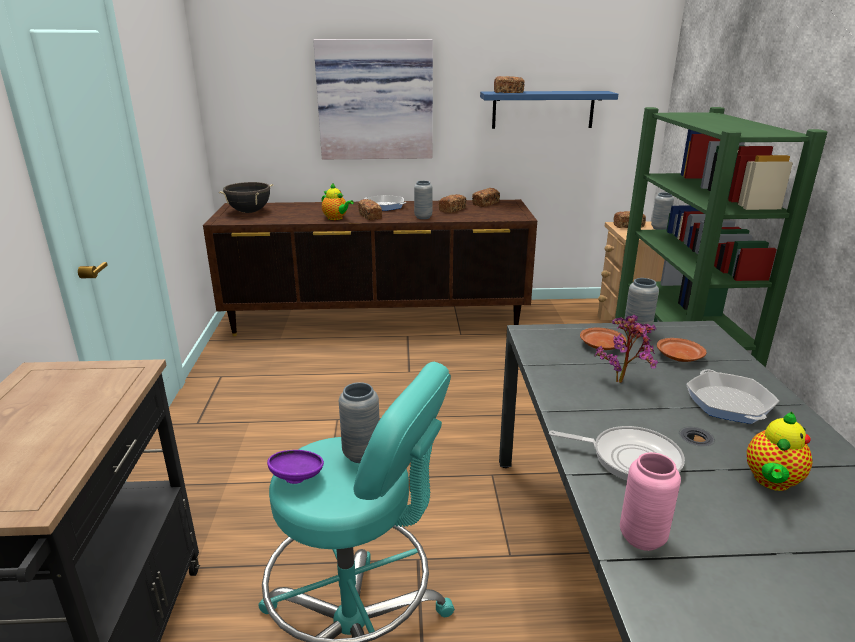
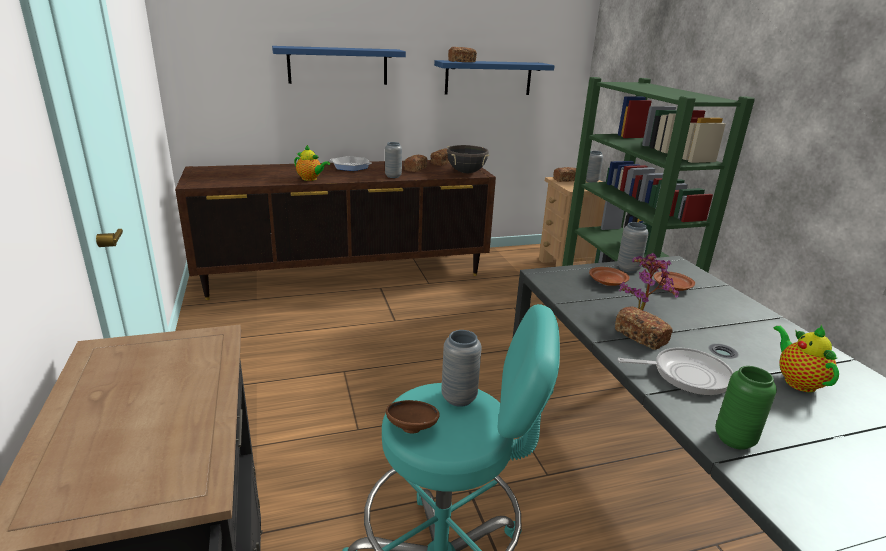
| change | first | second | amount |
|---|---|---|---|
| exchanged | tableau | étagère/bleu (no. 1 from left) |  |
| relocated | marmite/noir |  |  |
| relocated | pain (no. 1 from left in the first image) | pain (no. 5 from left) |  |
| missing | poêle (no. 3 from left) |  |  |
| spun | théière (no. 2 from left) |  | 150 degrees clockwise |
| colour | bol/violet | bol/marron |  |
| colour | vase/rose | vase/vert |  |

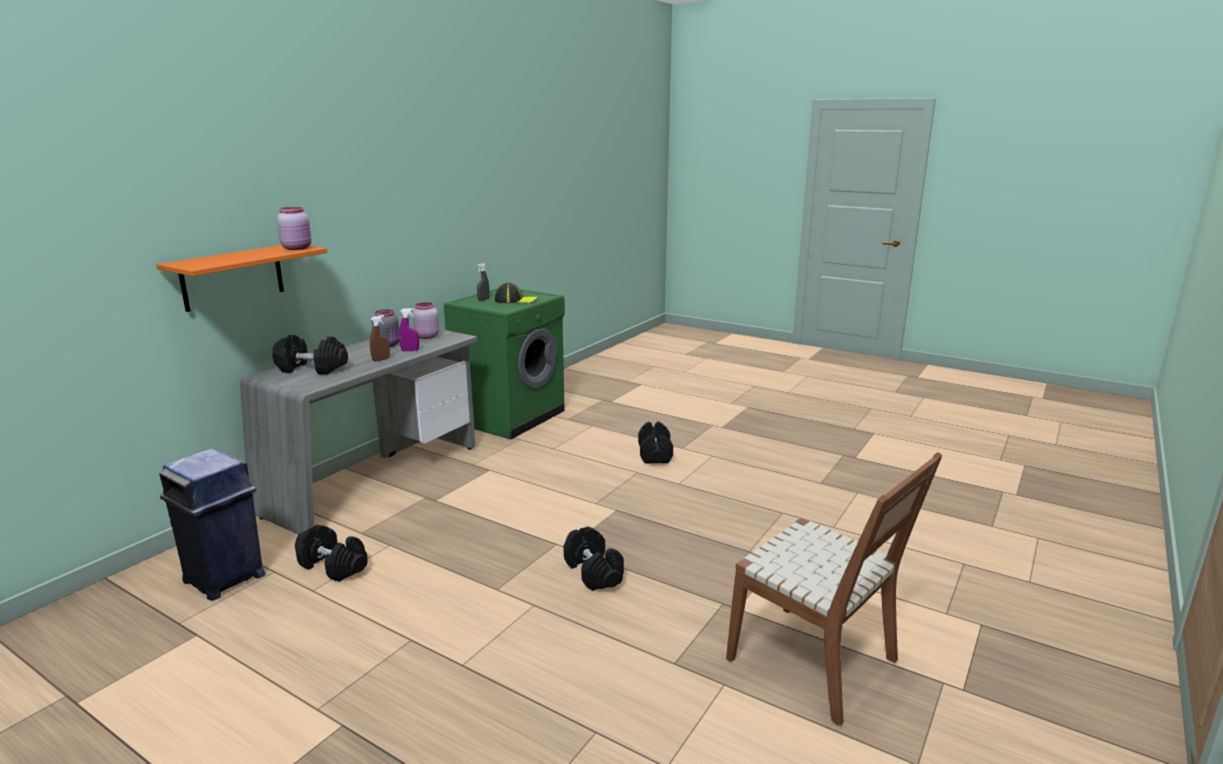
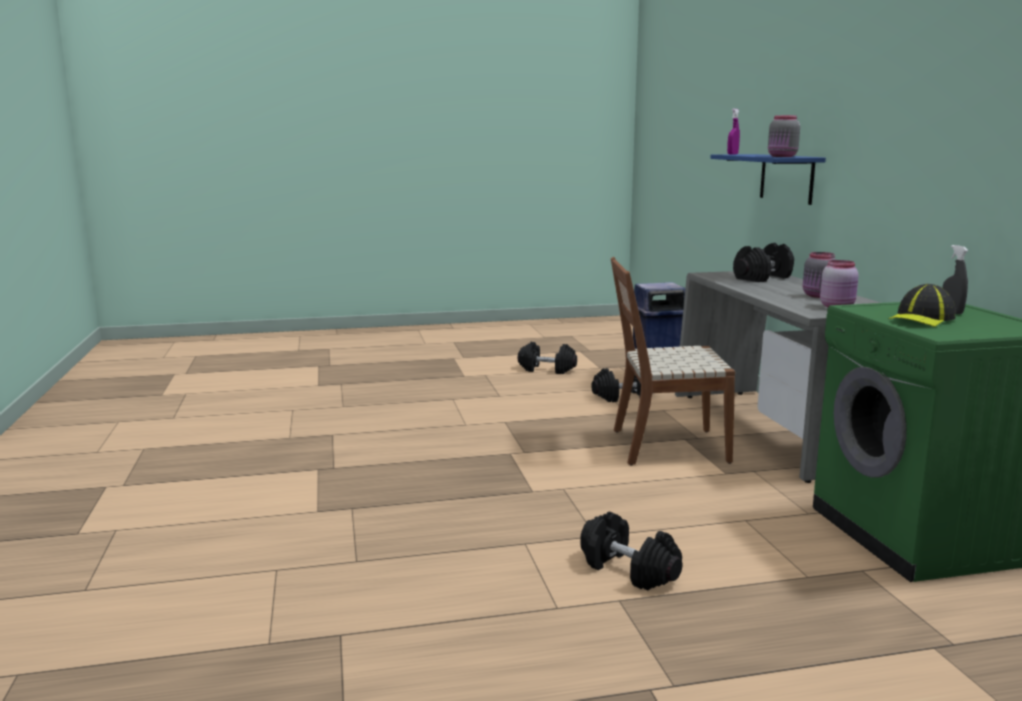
| change | first | second | amount |
|---|---|---|---|
| colour | bocal/rose (no. 1 from left) | bocal/gris (no. 1 from left) |  |
| colour | étagère/orange | étagère/bleu |  |
| relocated | vaporisateur/violet |  |  |
| missing | vaporisateur/marron |  |  |
| relocated | chaise |  |  |
| relocated | haltère/noir (no. 3 from left in the first image) | haltère/noir (no. 1 from left) |  |

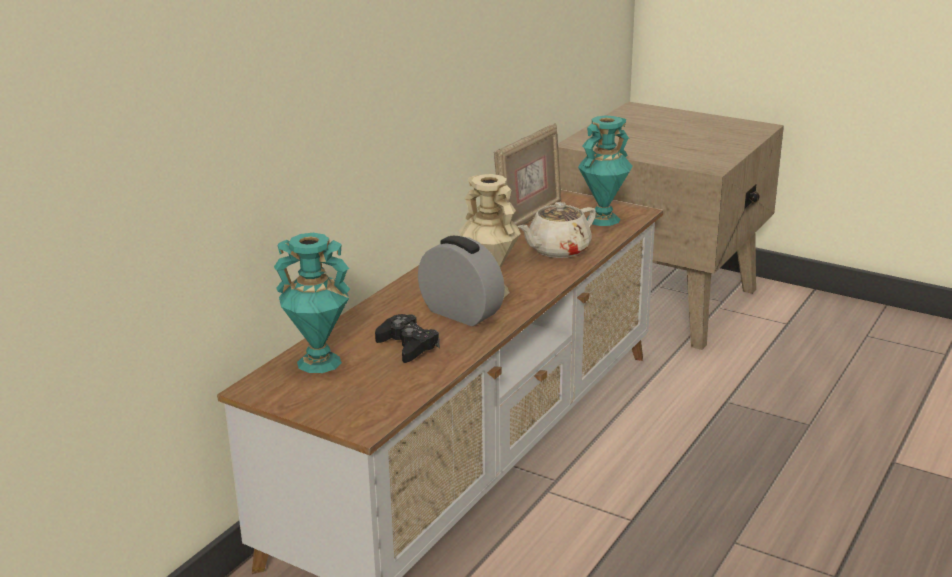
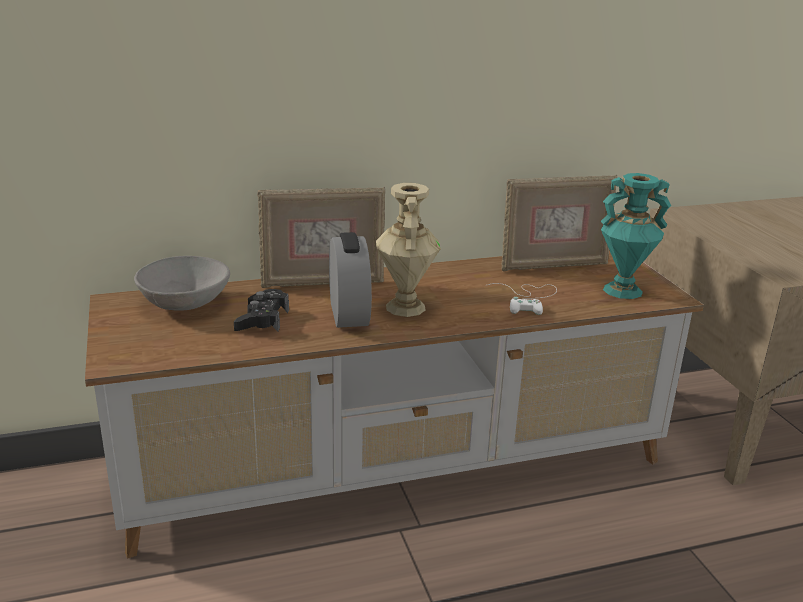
| change | first | second | amount |
|---|---|---|---|
| exchanged | théière/beige | manette/blanc |  |
| exchanged | vase/turquoise (no. 1 from left) | bol/gris |  |
| appeared |  | cadre photo (no. 1 from left) |  |

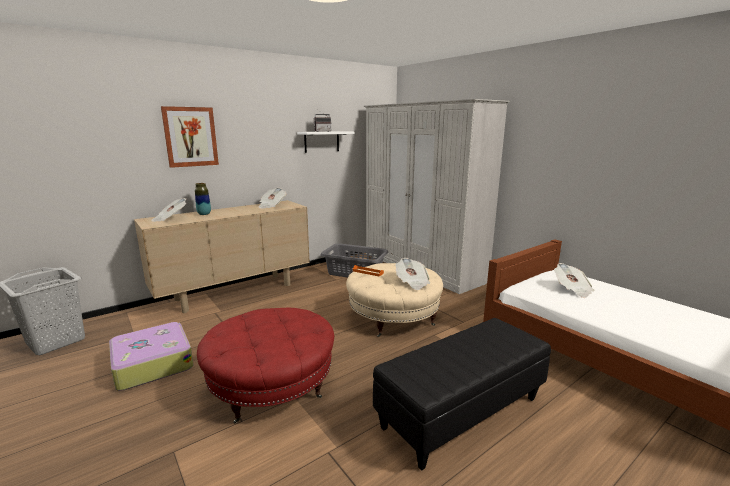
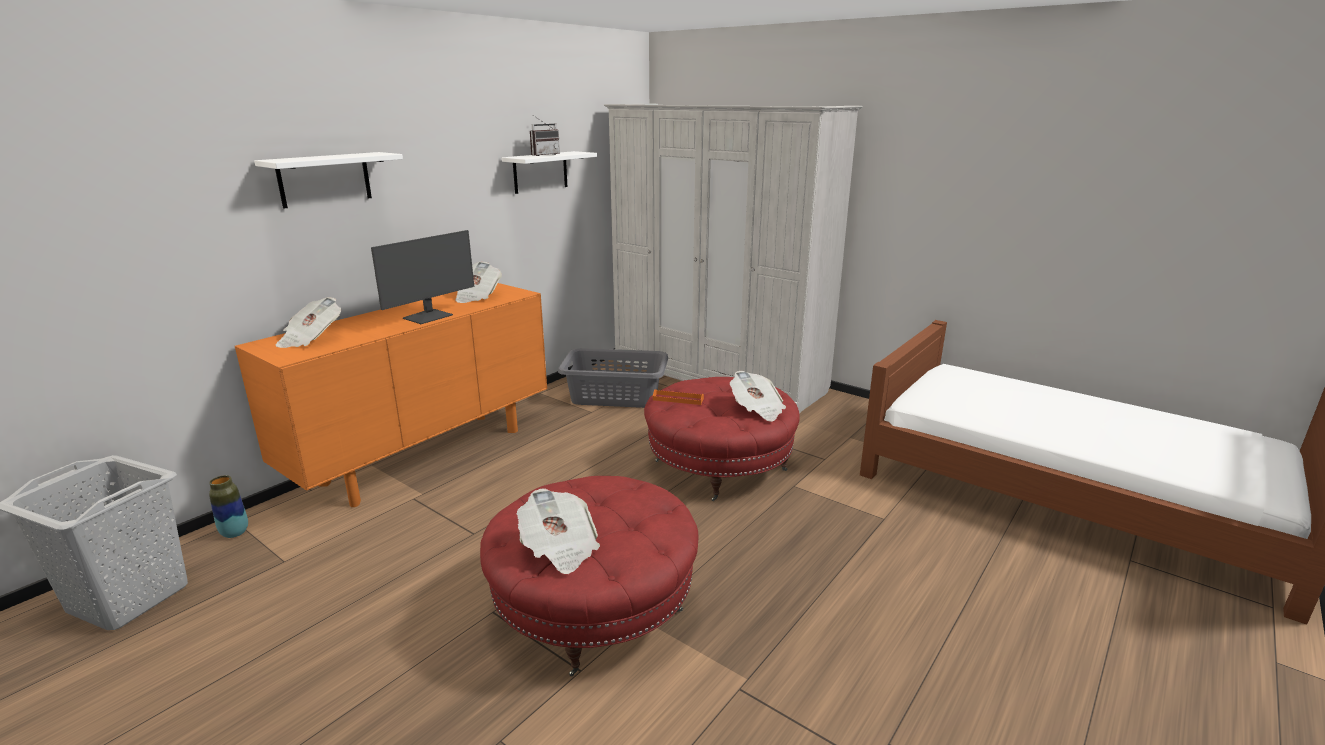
| change | first | second | amount |
|---|---|---|---|
| exchanged | tableau | étagère/blanc (no. 1 from left) |  |
| relocated | vase |  |  |
| colour | commode/beige | commode/orange |  |
| colour | pouf/beige | pouf/rouge (no. 2 from left) |  |
| relocated | journal (no. 4 from left in the first image) | journal (no. 3 from left) |  |
| missing | pouf/noir |  |  |
| missing | valise |  |  |
| appeared |  | écran d'ordinateur |  |

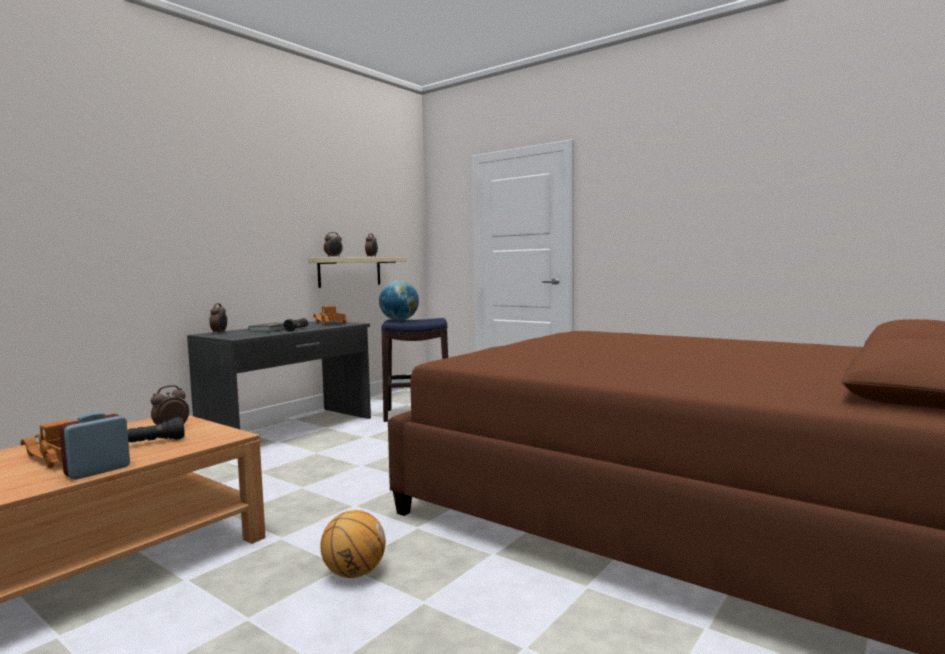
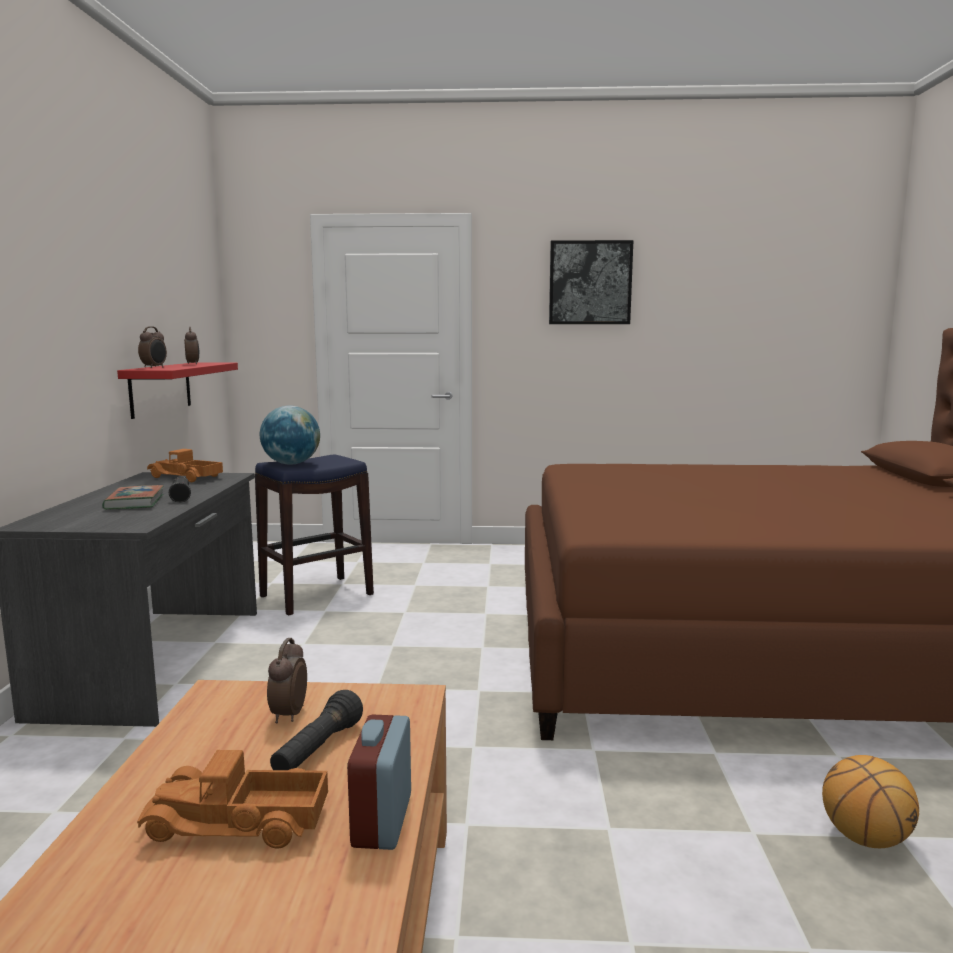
| change | first | second | amount |
|---|---|---|---|
| colour | étagère/beige | étagère/rouge |  |
| missing | réveil (no. 3 from left) |  |  |
| relocated | ballon de basket |  |  |
| appeared |  | tableau |  |

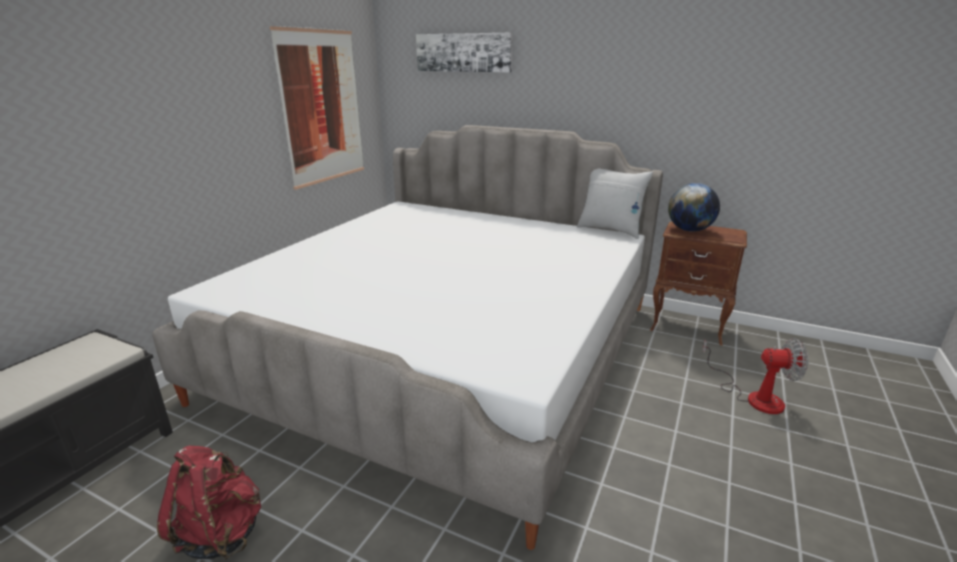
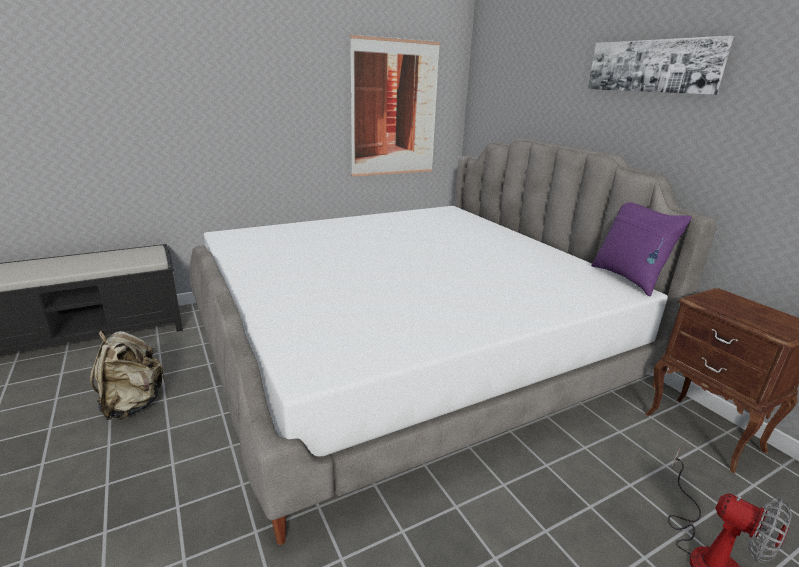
| change | first | second | amount |
|---|---|---|---|
| relocated | tableau (no. 2 from left) |  |  |
| colour | coussin/gris | coussin/violet |  |
| missing | globe |  |  |
| colour | sac à dos/rouge | sac à dos/beige |  |

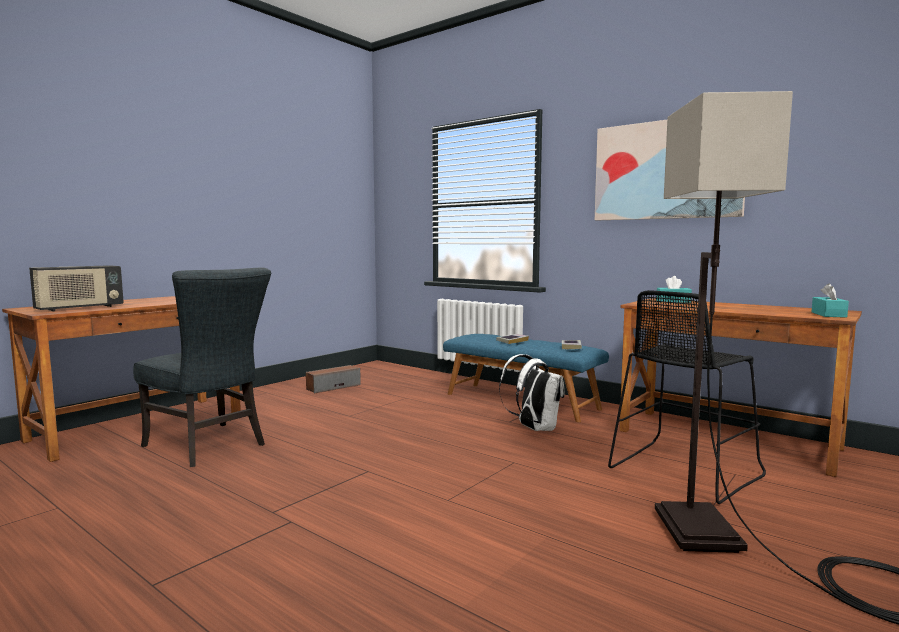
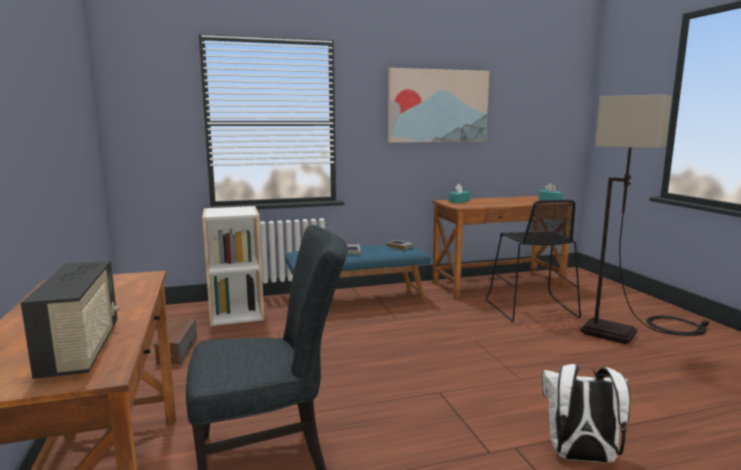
| change | first | second | amount |
|---|---|---|---|
| relocated | sac à dos/blanc |  |  |
| appeared |  | bibliothèque |  |

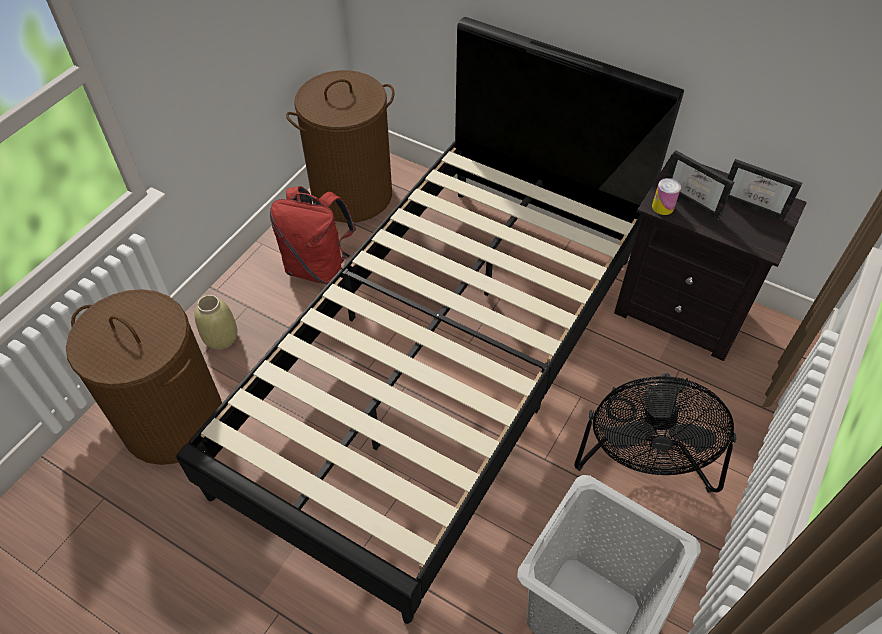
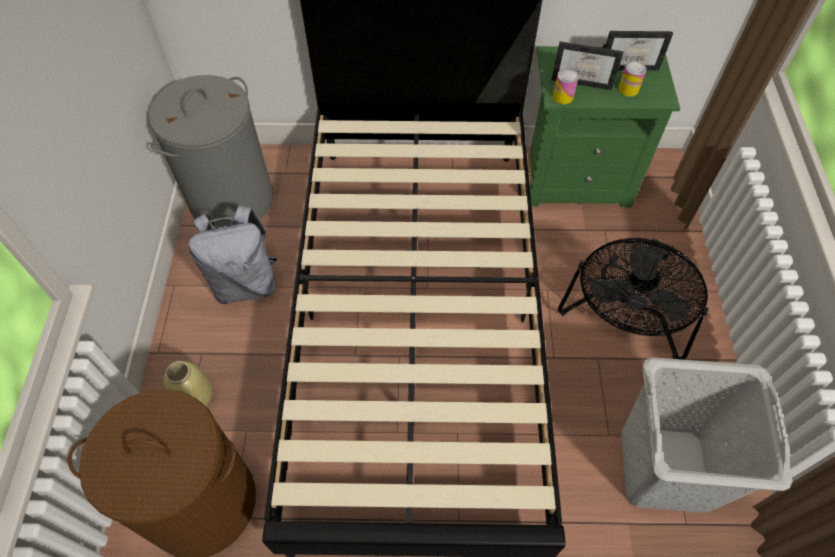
| change | first | second | amount |
|---|---|---|---|
| colour | panier à linge/marron (no. 2 from left) | panier à linge/gris (no. 1 from left) |  |
| colour | table de chevet/noir | table de chevet/vert |  |
| colour | sac à dos/rouge | sac à dos/gris |  |
| spun | ventilateur/noir |  | 45 degrees clockwise |
| appeared |  | boîte métallique (no. 2 from left) |  |

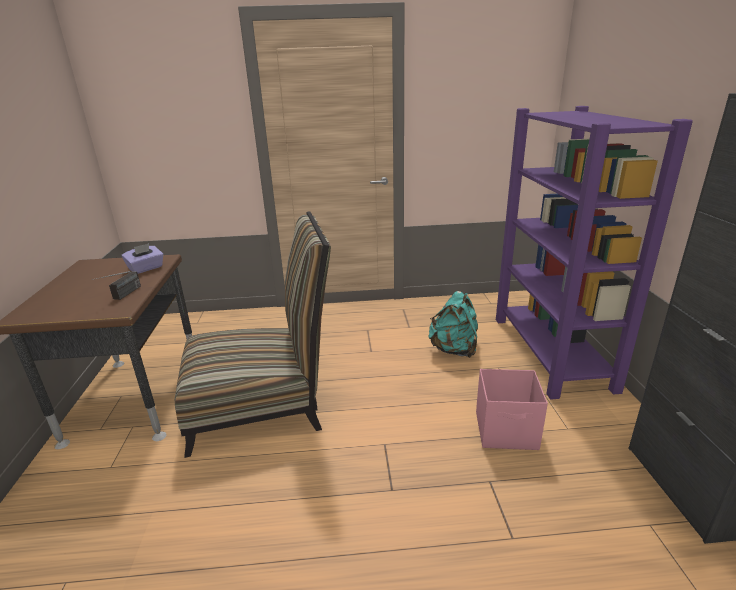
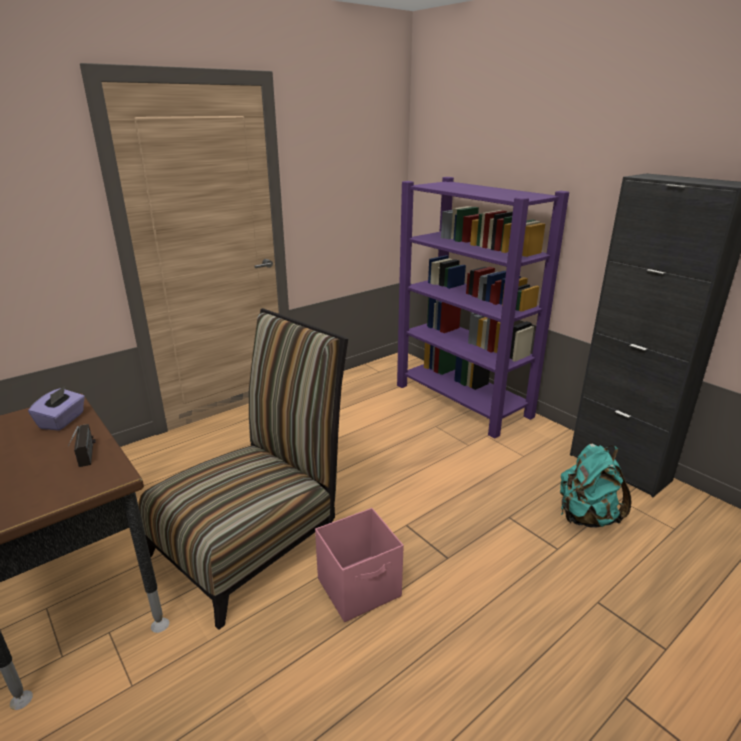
| change | first | second | amount |
|---|---|---|---|
| relocated | sac à dos/turquoise |  |  |
| relocated | boîte de rangement/rose |  |  |

